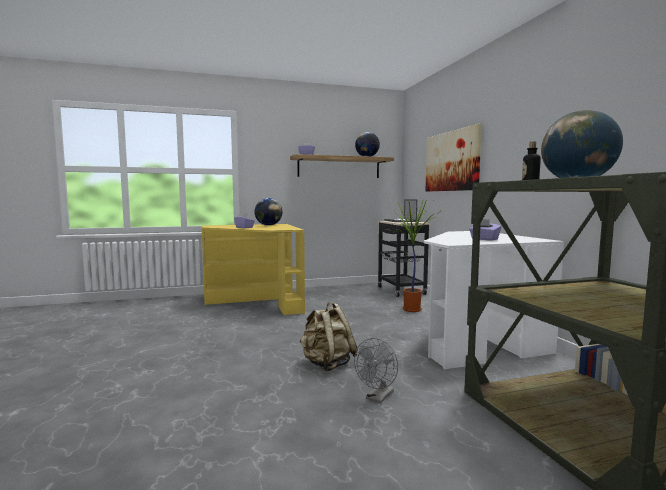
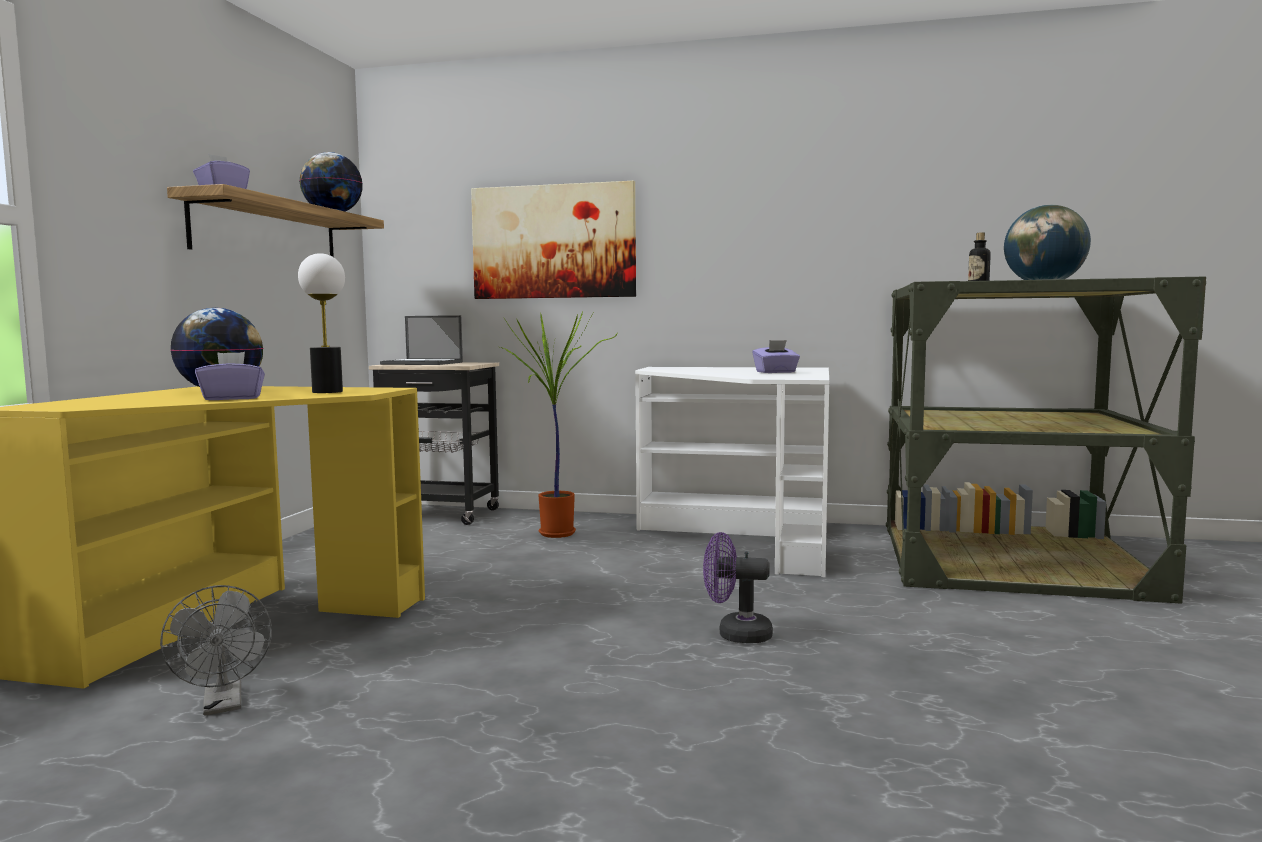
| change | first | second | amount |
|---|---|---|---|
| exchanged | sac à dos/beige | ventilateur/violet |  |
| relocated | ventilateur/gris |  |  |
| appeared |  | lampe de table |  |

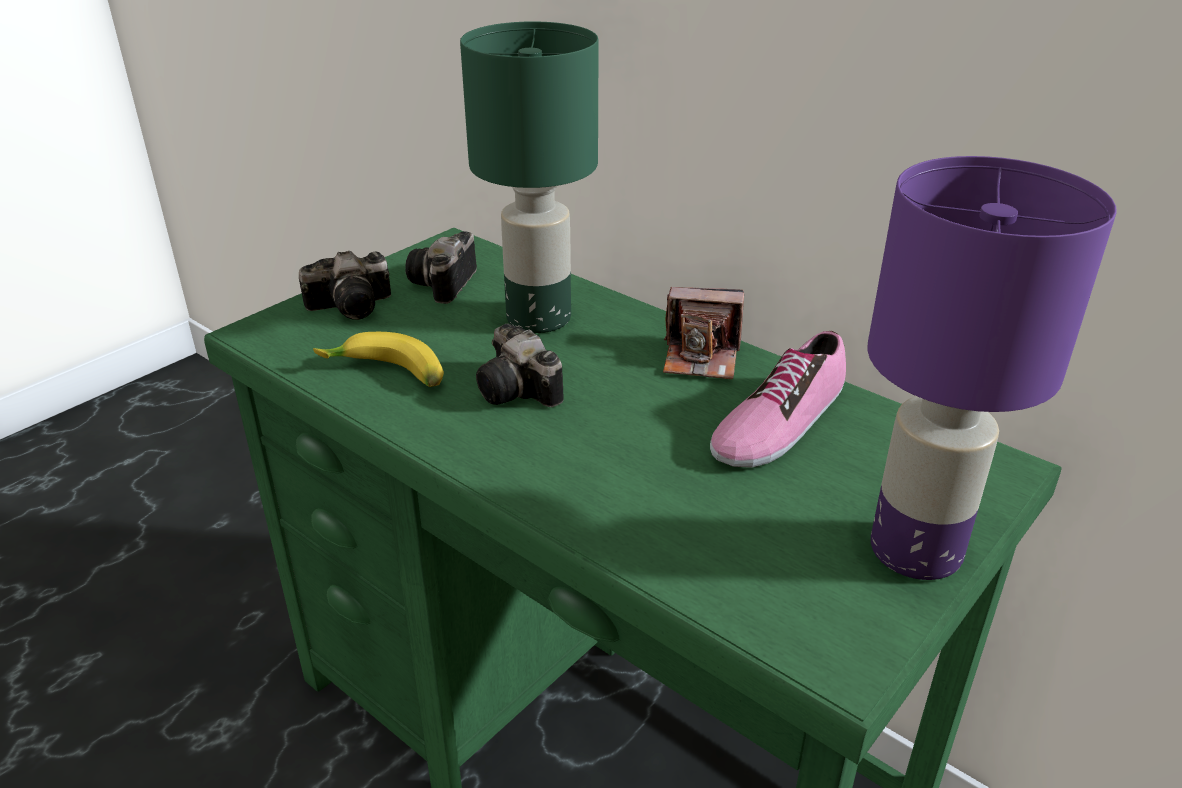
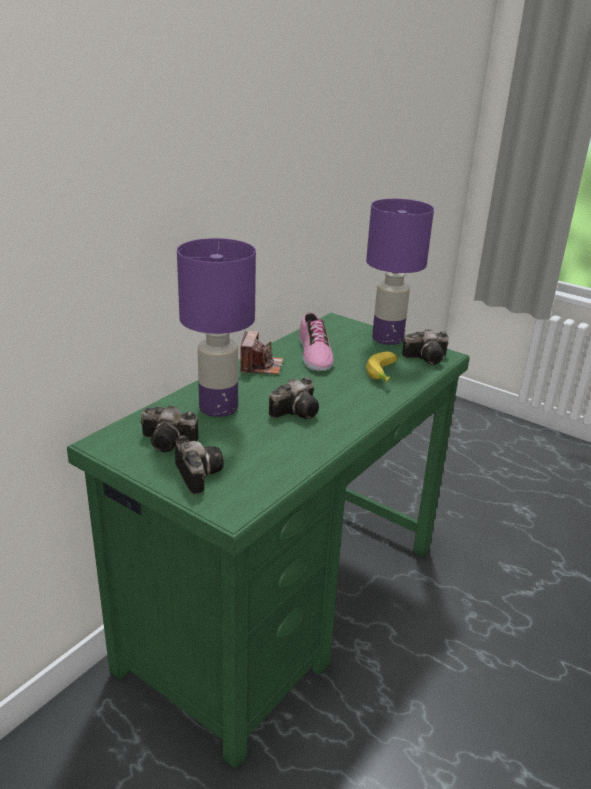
| change | first | second | amount |
|---|---|---|---|
| colour | lampe de table/vert | lampe de table/violet (no. 1 from left) |  |
| spun | chaussure |  | 45 degrees clockwise |
| relocated | banane |  |  |
| appeared |  | appareil photo (no. 5 from left) |  |

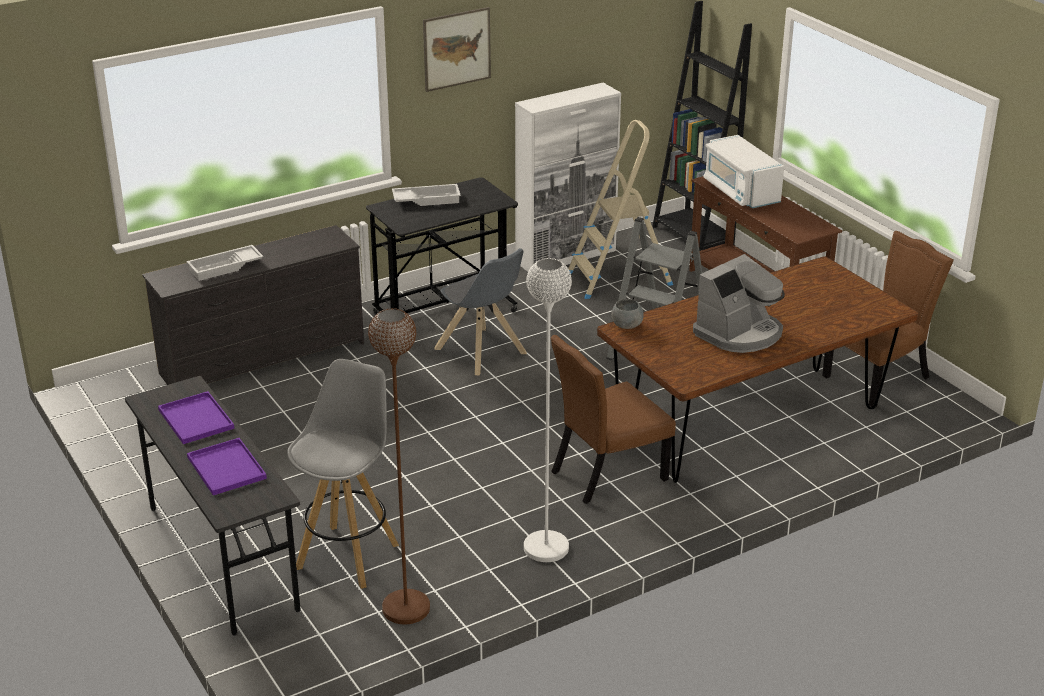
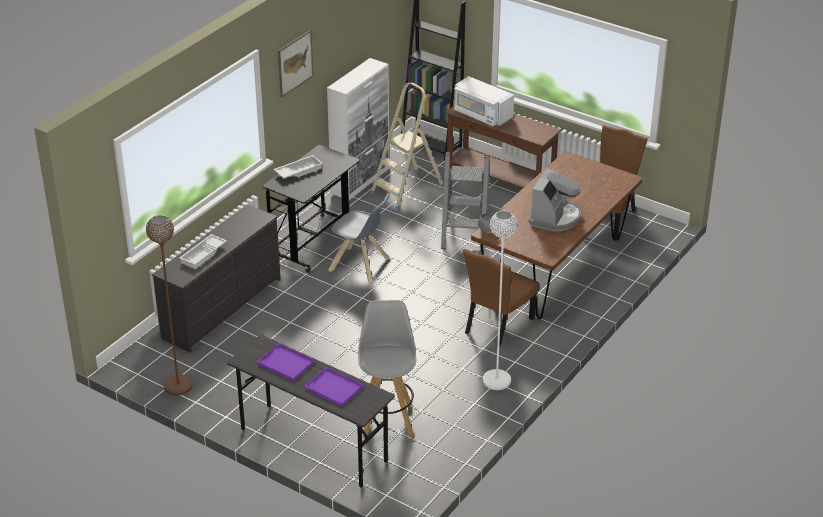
| change | first | second | amount |
|---|---|---|---|
| relocated | lampadaire/marron |  |  |

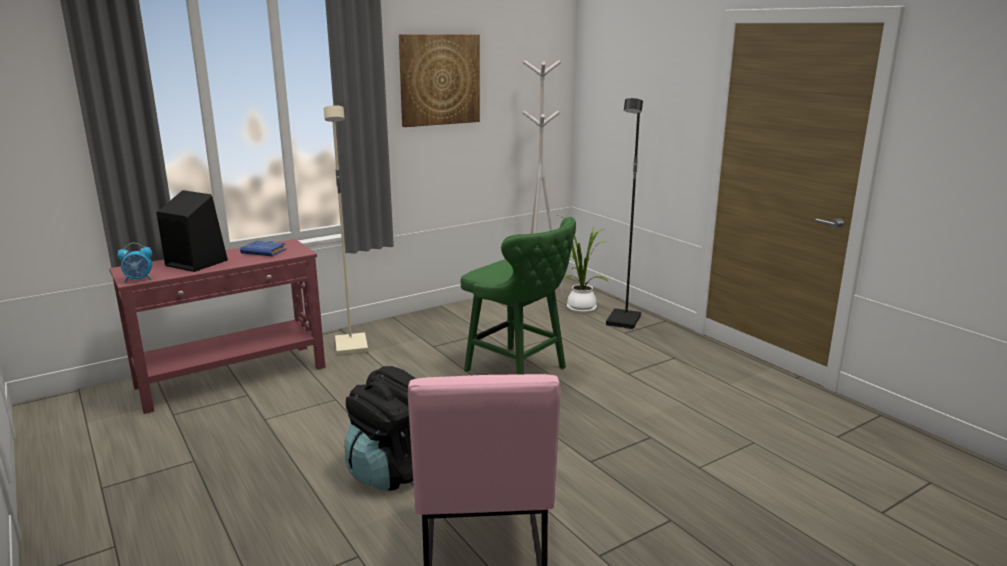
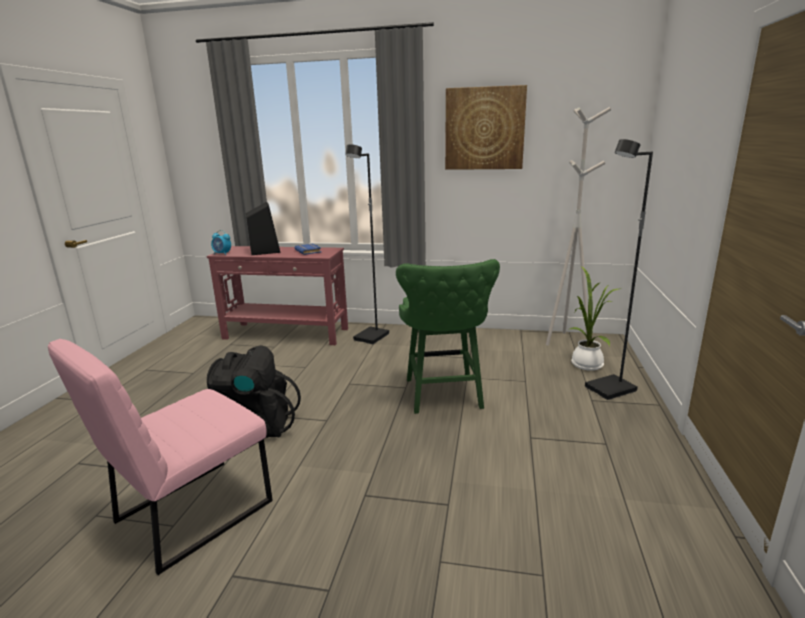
| change | first | second | amount |
|---|---|---|---|
| colour | lampadaire/beige | lampadaire/noir (no. 1 from left) |  |

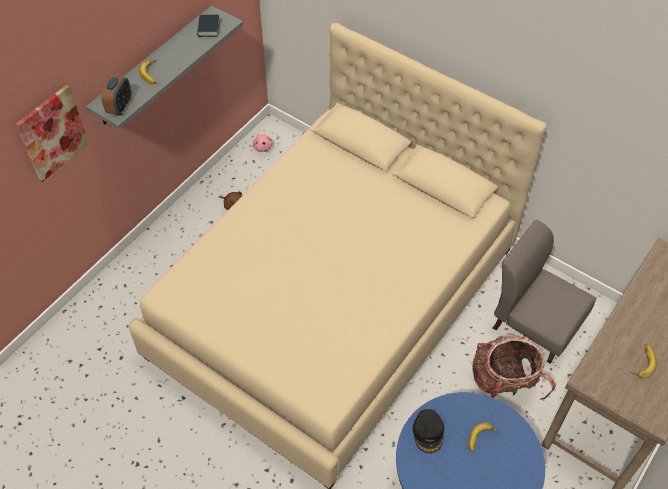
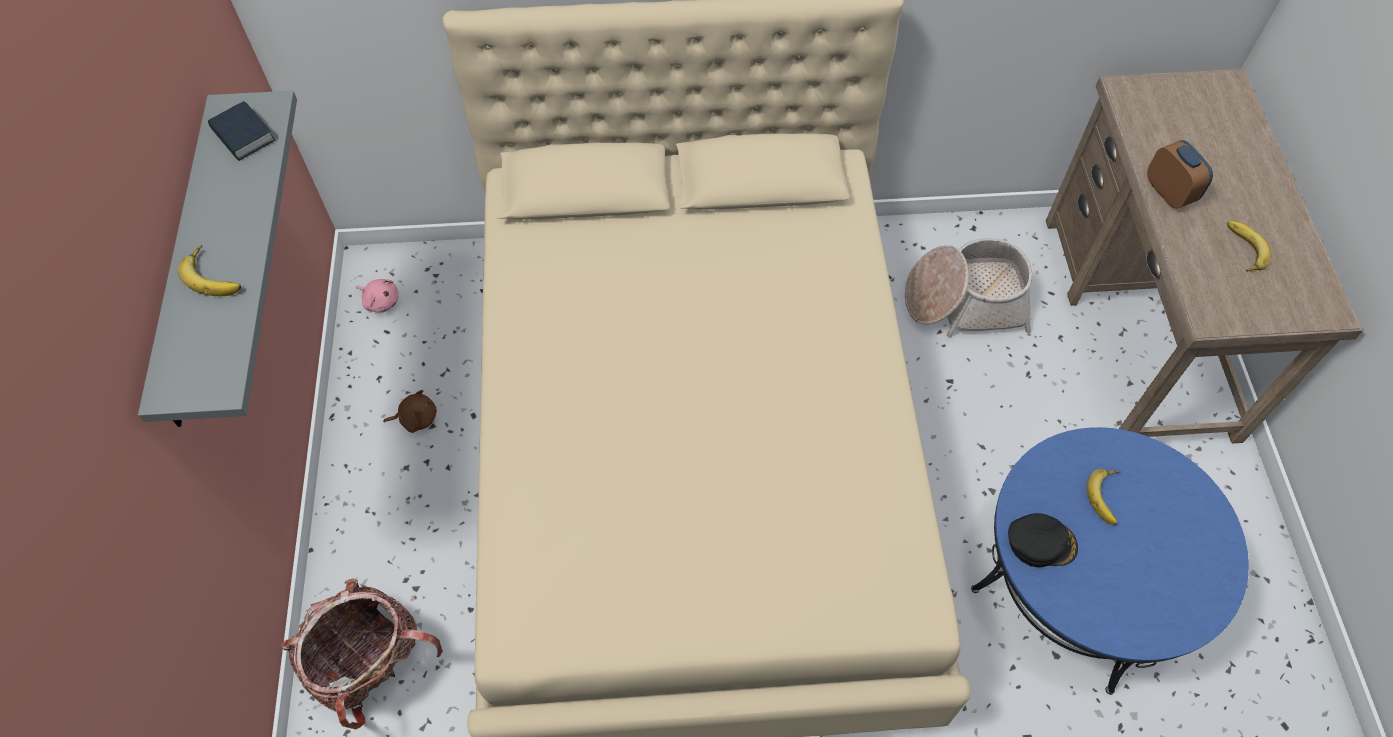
| change | first | second | amount |
|---|---|---|---|
| relocated | réveil |  |  |
| missing | tableau |  |  |
| exchanged | chaise/gris | panier |  |
| relocated | sac à dos |  |  |
| spun | casquette/noir |  | 45 degrees counterclockwise |

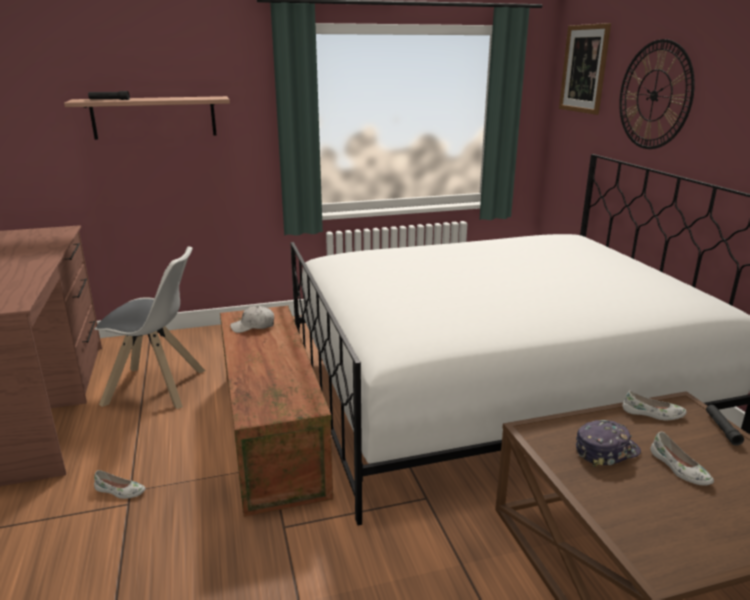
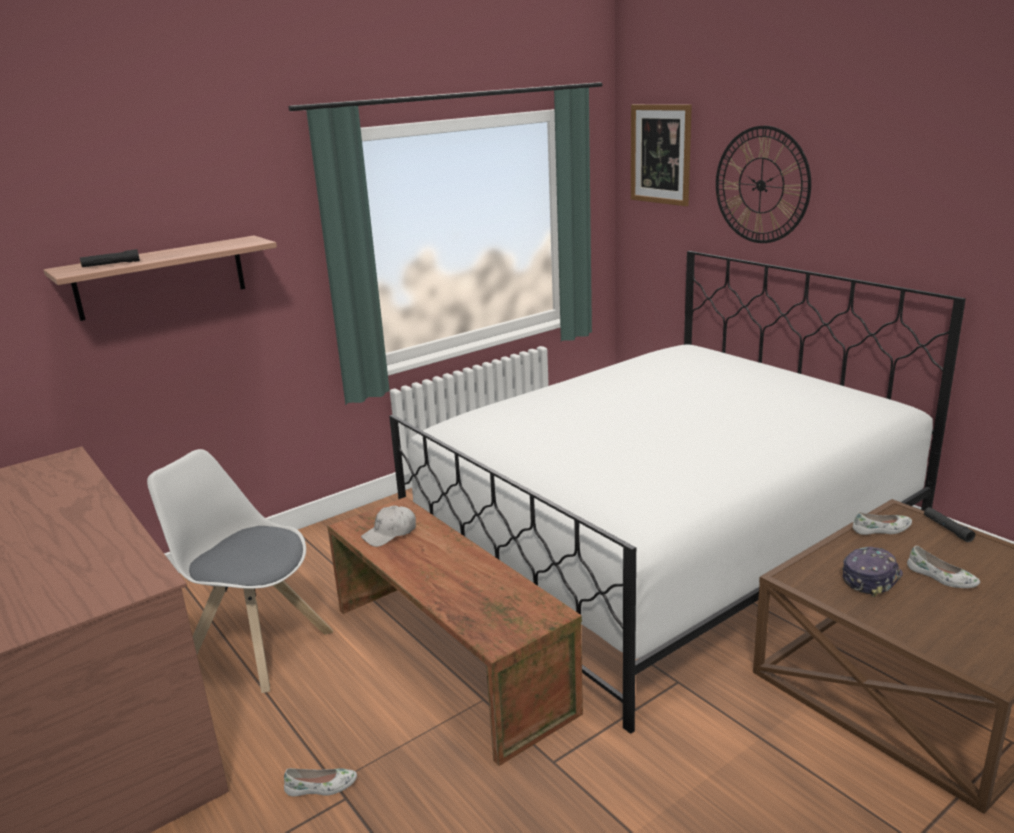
| change | first | second | amount |
|---|---|---|---|
| spun | chaise |  | 135 degrees counterclockwise |

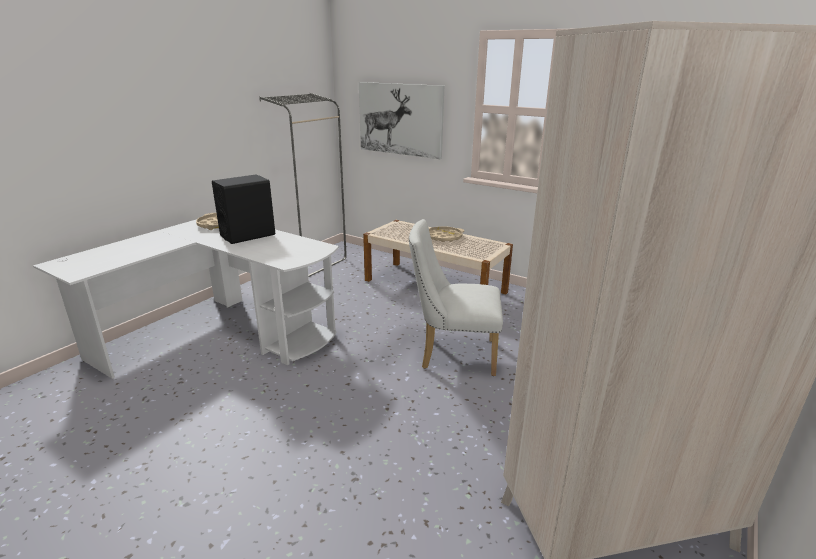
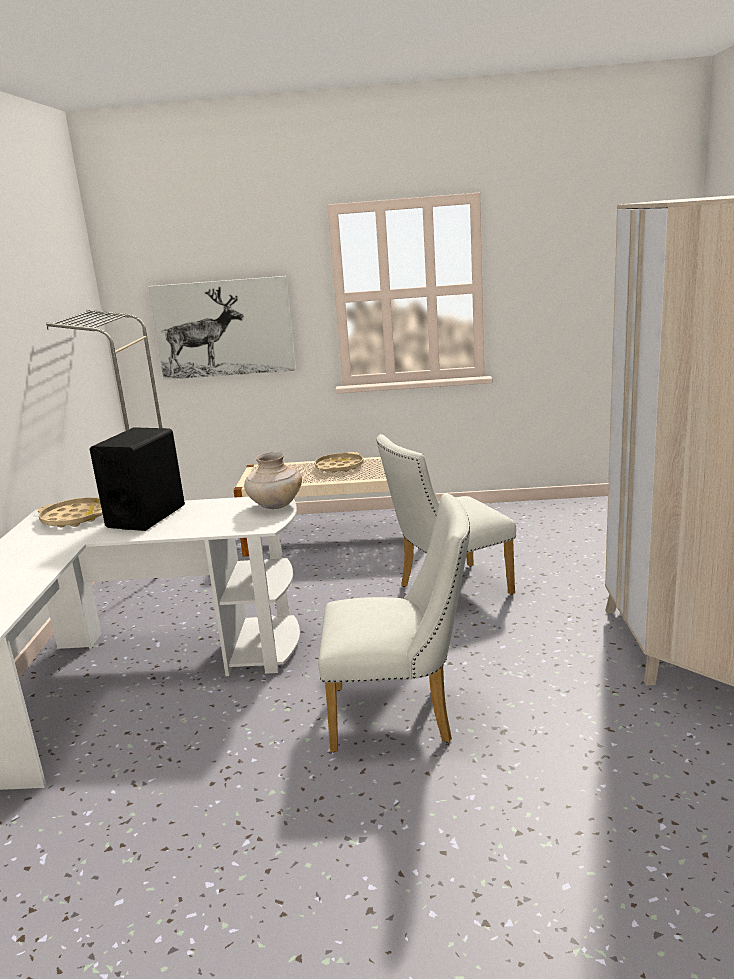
| change | first | second | amount |
|---|---|---|---|
| appeared |  | vase/beige |  |
| appeared |  | chaise/blanc (no. 1 from left) |  |

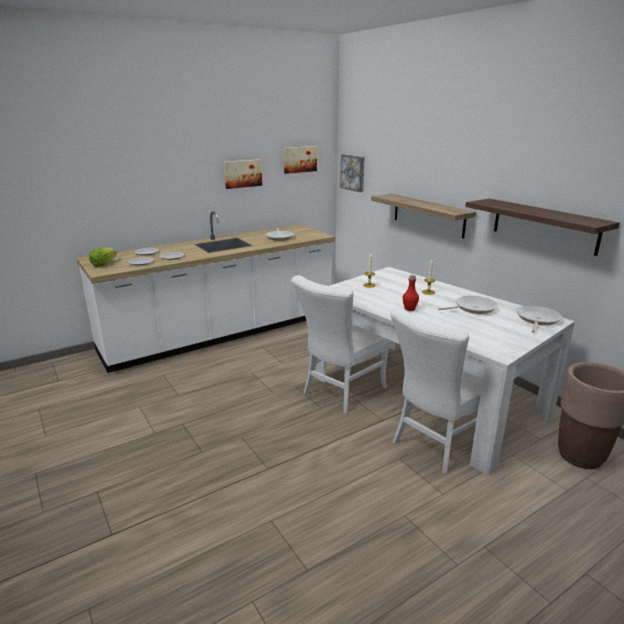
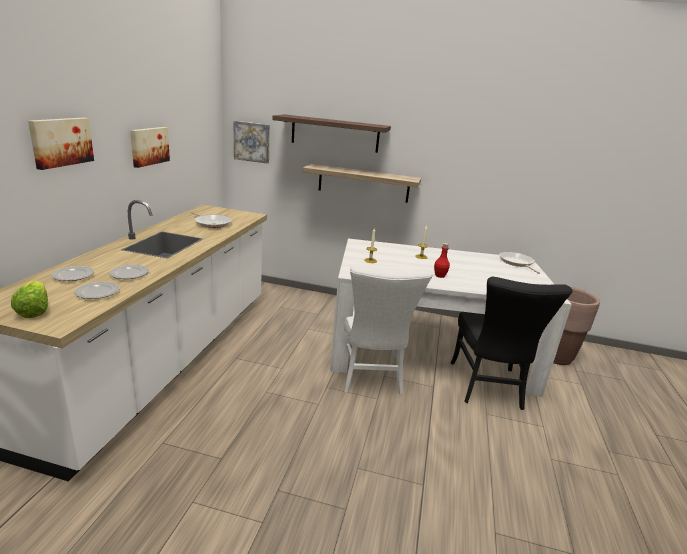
| change | first | second | amount |
|---|---|---|---|
| relocated | tableau (no. 2 from left in the first image) | tableau (no. 1 from left) |  |
| relocated | étagère (no. 2 from left in the first image) | étagère (no. 1 from left) |  |
| missing | poêle (no. 2 from left) |  |  |
| colour | chaise/blanc (no. 2 from left) | chaise/noir |  |

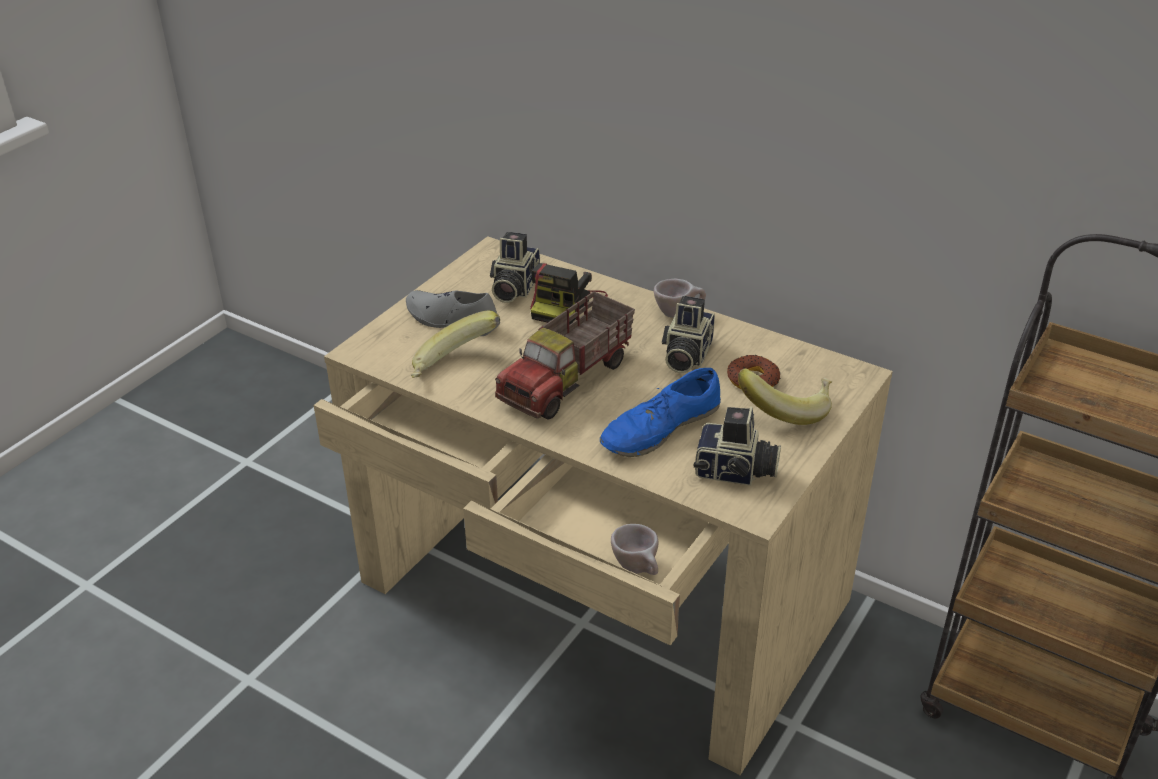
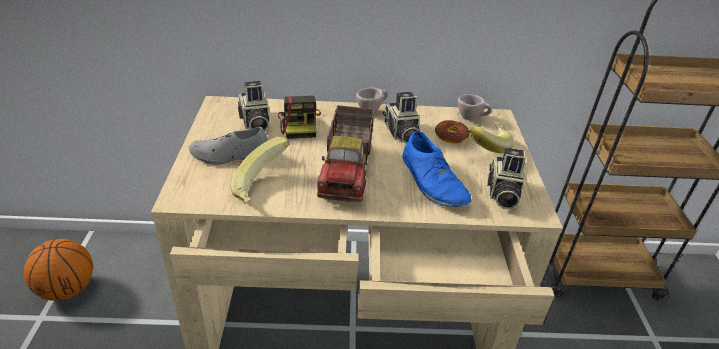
| change | first | second | amount |
|---|---|---|---|
| spun | chaussure/bleu |  | 45 degrees counterclockwise |
| spun | appareil photo (no. 4 from left) |  | 120 degrees clockwise |
| relocated | tasse/beige (no. 1 from left in the first image) | tasse/beige (no. 2 from left) |  |
| appeared |  | ballon de basket |  |

